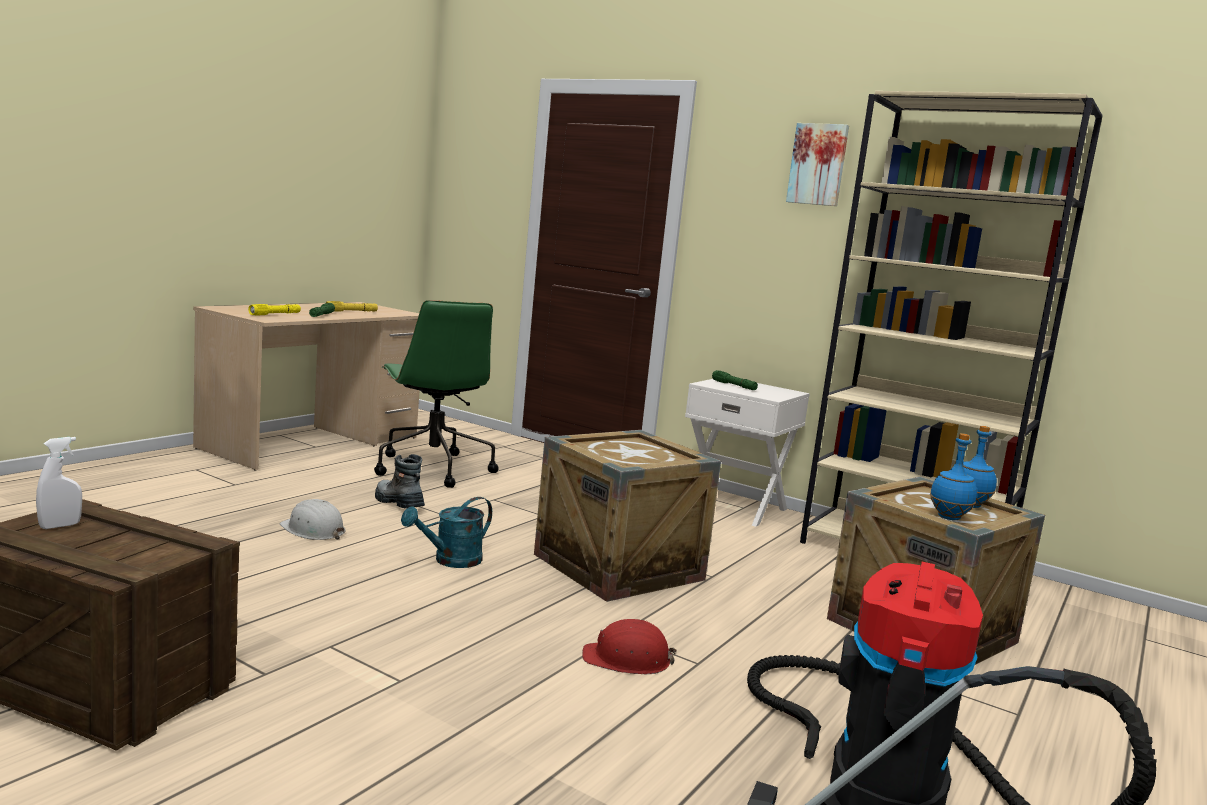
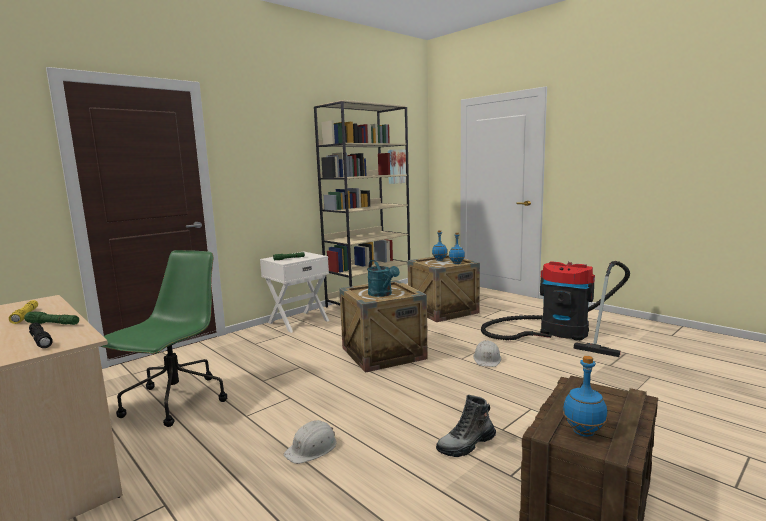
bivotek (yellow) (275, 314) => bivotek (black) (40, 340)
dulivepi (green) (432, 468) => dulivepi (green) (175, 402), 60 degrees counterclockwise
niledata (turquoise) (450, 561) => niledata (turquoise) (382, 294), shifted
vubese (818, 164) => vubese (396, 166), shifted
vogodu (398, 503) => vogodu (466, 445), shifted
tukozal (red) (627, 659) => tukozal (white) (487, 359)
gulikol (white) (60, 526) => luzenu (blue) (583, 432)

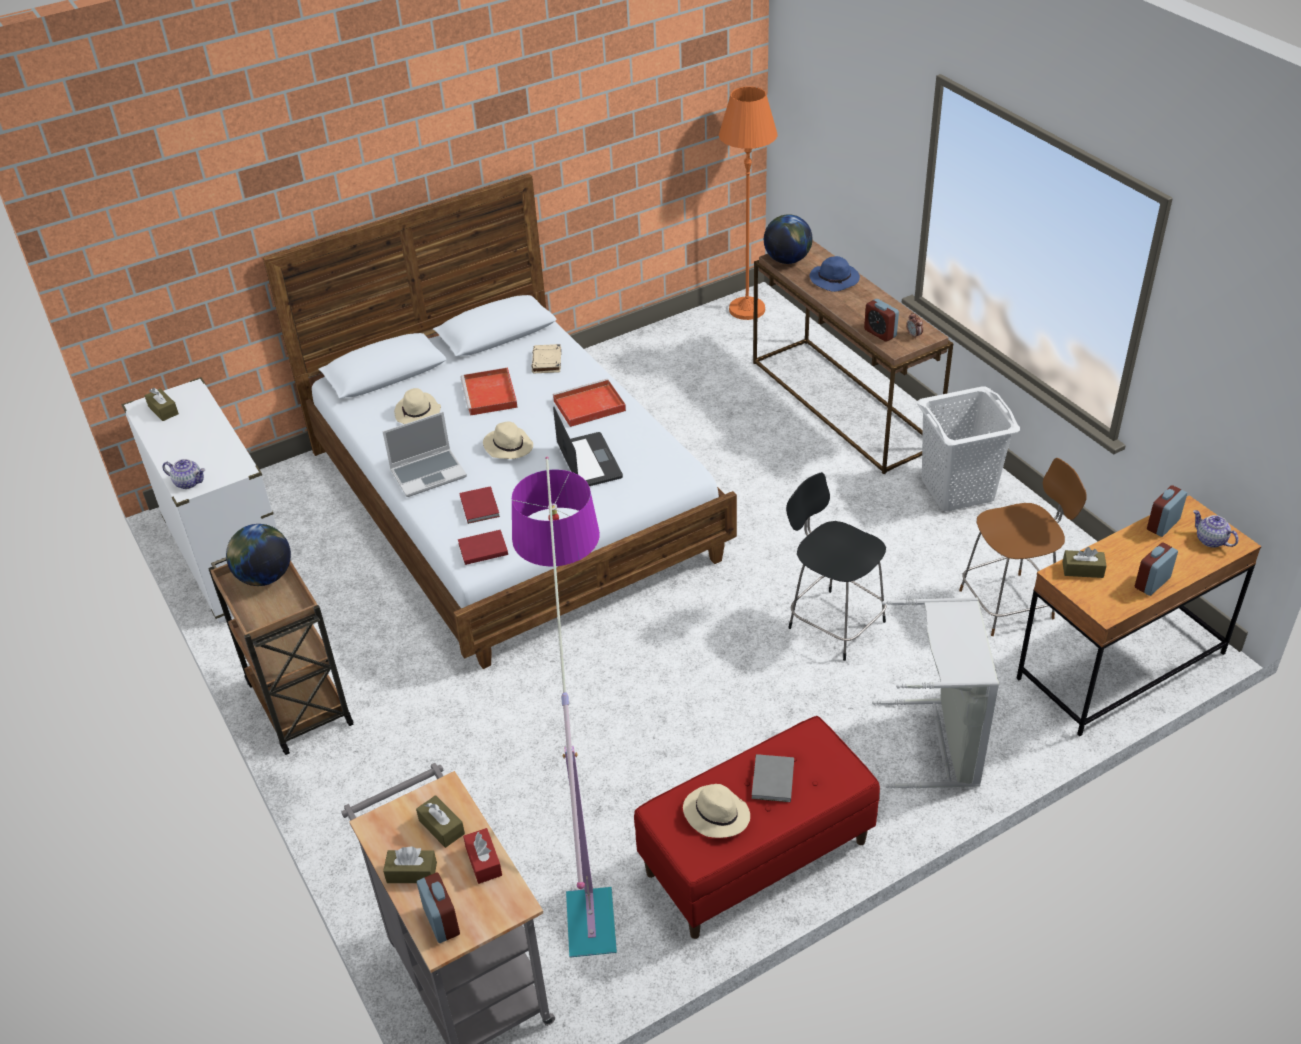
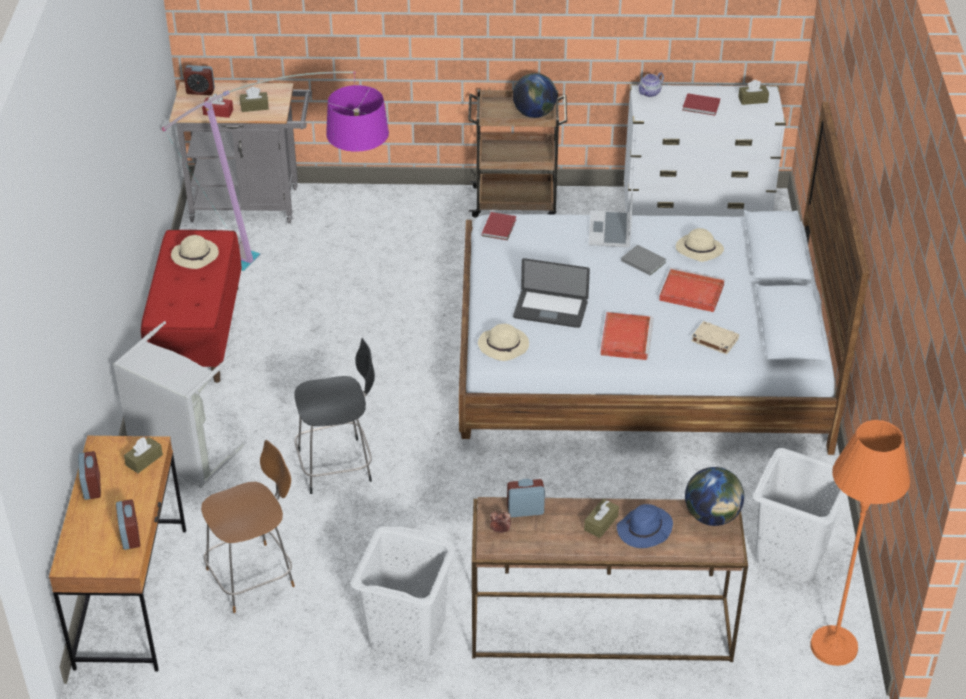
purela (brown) (1009, 603) => purela (brown) (253, 576), 135 degrees counterclockwise
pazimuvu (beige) (508, 446) => pazimuvu (beige) (504, 346), shifted
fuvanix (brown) (411, 872) => fuvanix (brown) (601, 523), shifted
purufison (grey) (772, 781) => purufison (grey) (643, 261), shifted
purufison (red) (480, 506) => purufison (red) (702, 106), shifted
nothing => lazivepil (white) (791, 553)
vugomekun (1210, 540) => nothing

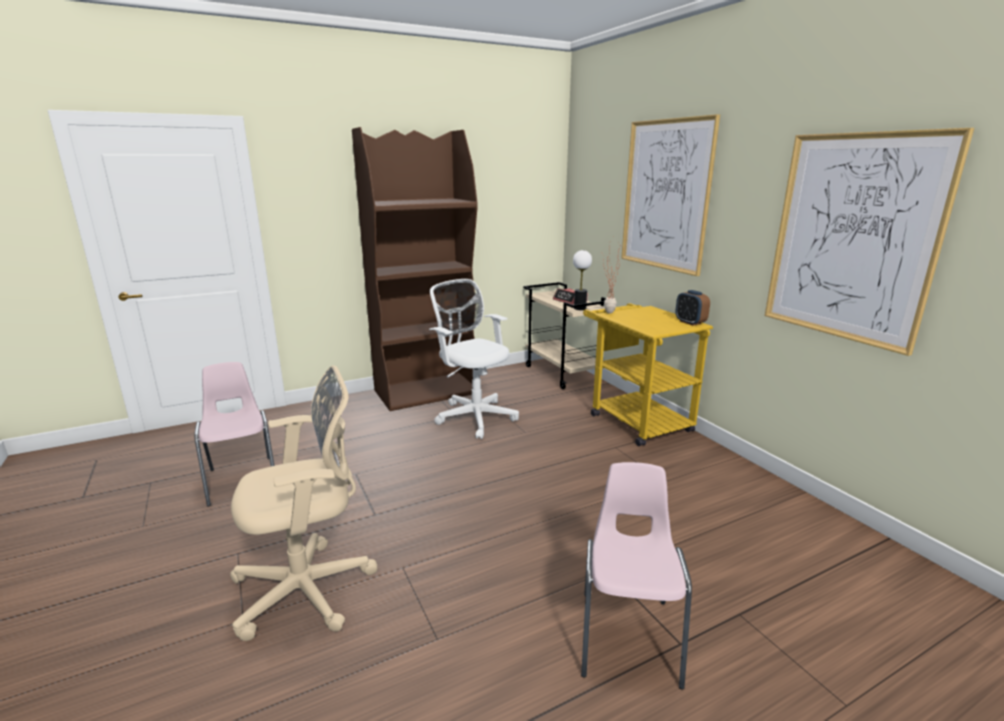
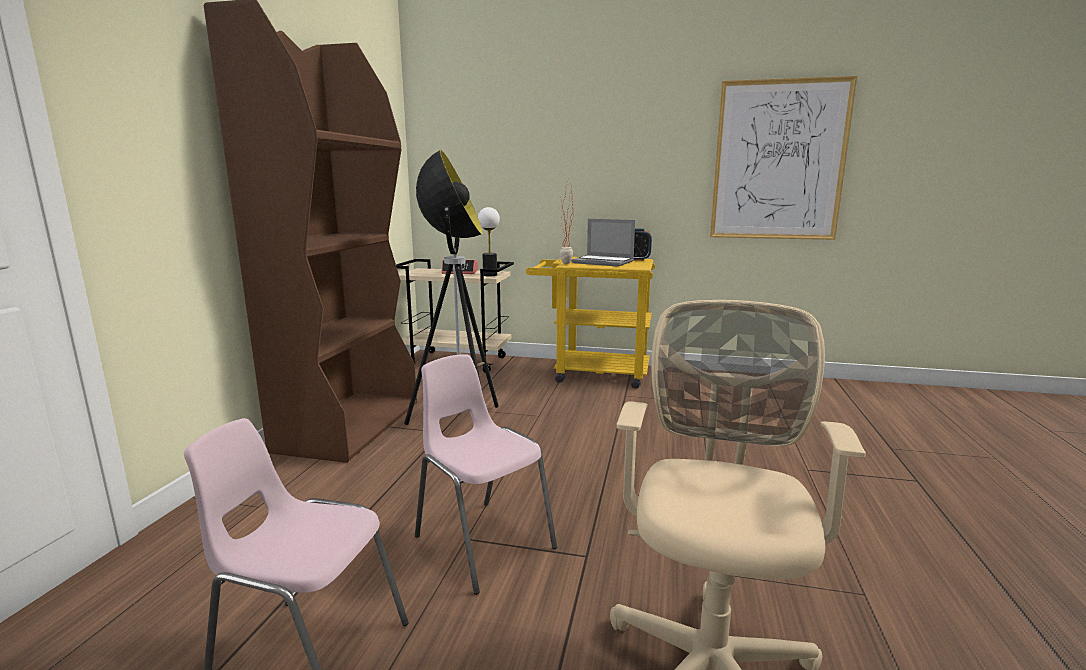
dulivepi (white) (474, 416) => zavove (460, 424)
purela (pink) (628, 636) => purela (pink) (483, 541), shifted
nothing => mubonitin (604, 262)
vubese (666, 195) => nothing

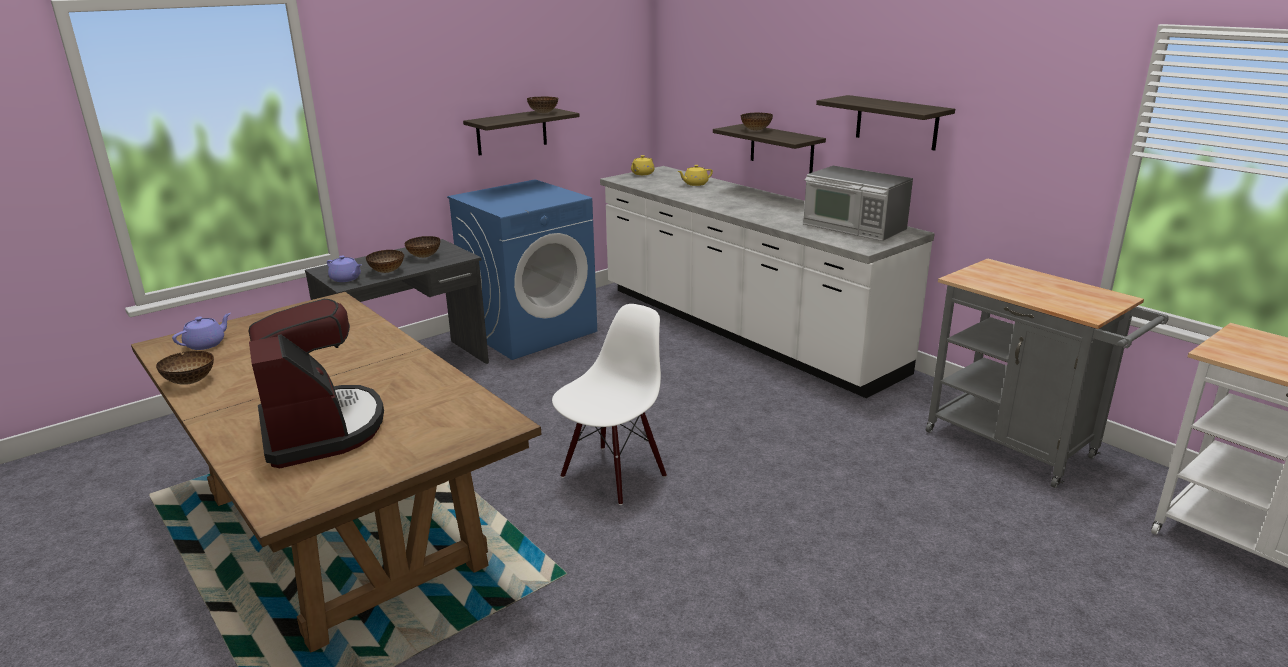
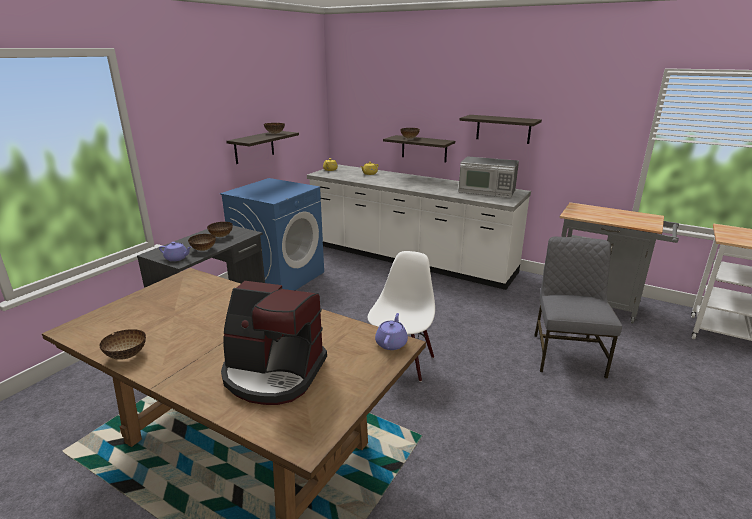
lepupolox (321, 429) => lepupolox (273, 373), 150 degrees clockwise
vugomekun (purple) (206, 344) => vugomekun (purple) (391, 343), shifted
nothing => purela (grey) (566, 354)

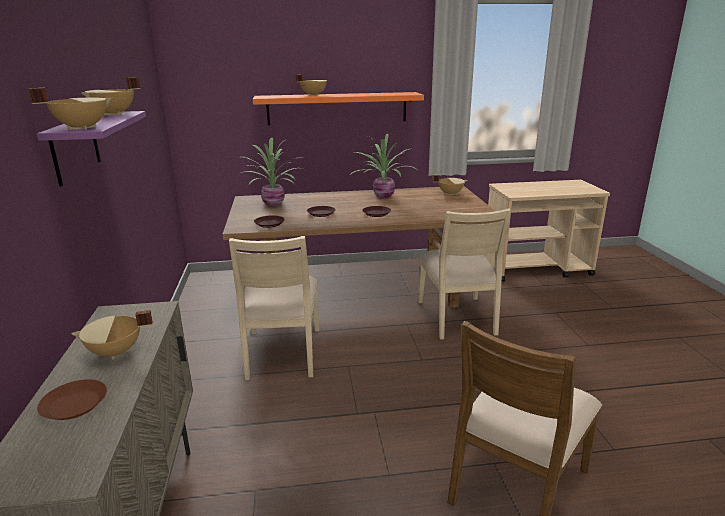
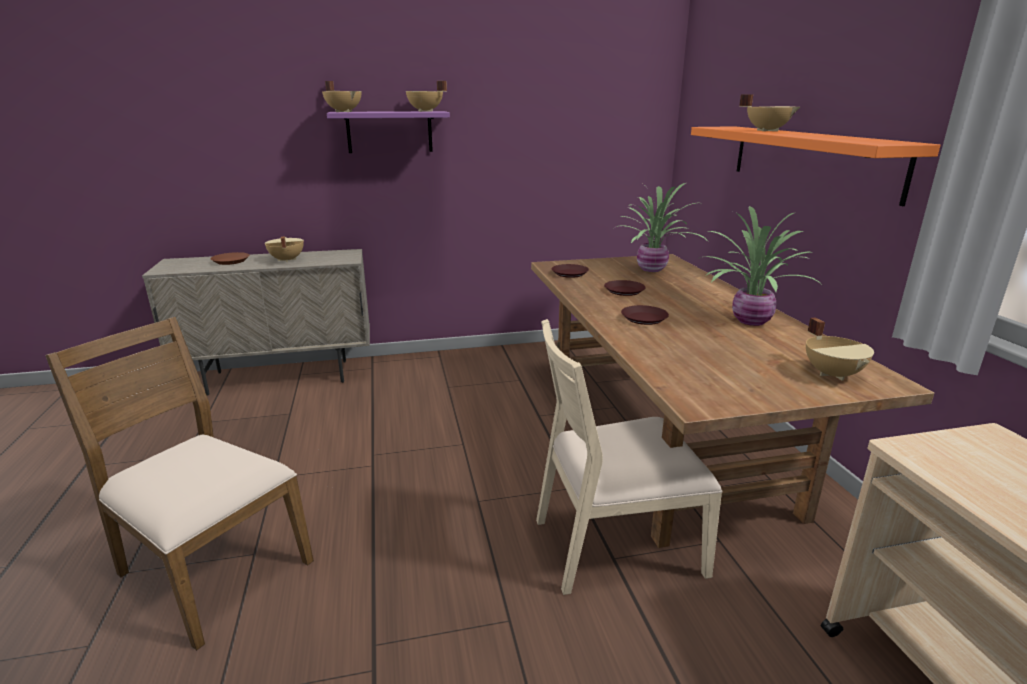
purela (beige) (282, 353) => nothing

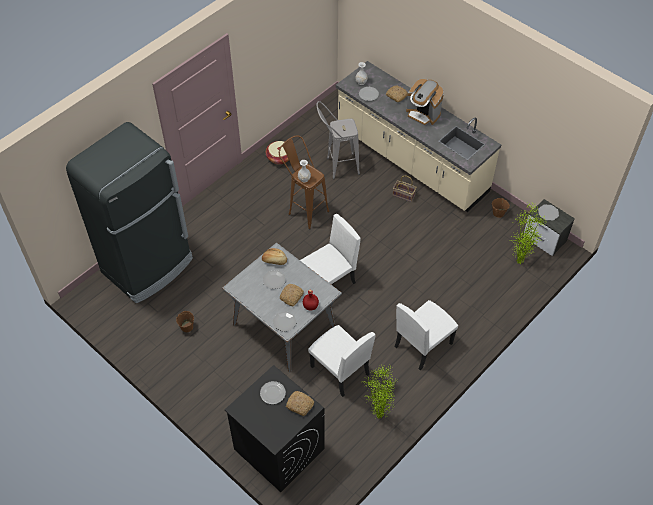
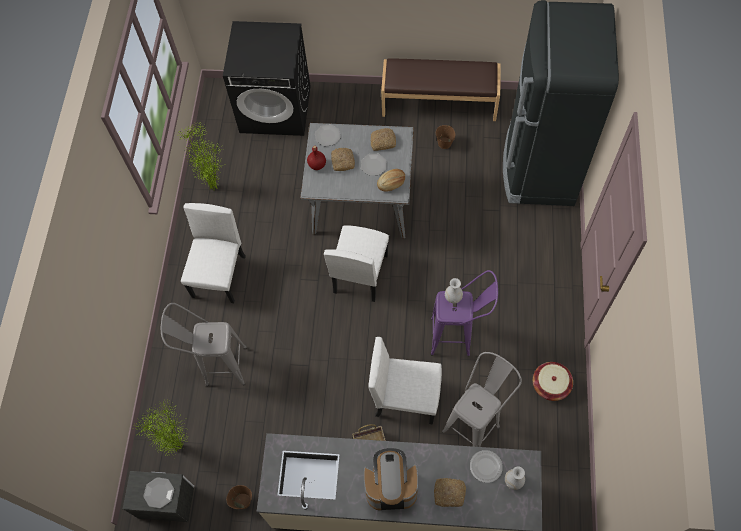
nothing => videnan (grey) (218, 366)
purela (white) (339, 370) => purela (white) (406, 397), shifted
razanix (300, 405) => razanix (382, 142), shifted
nothing => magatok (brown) (439, 102)
videnan (brown) (304, 210) => videnan (purple) (458, 337)
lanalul (272, 393) => nothing

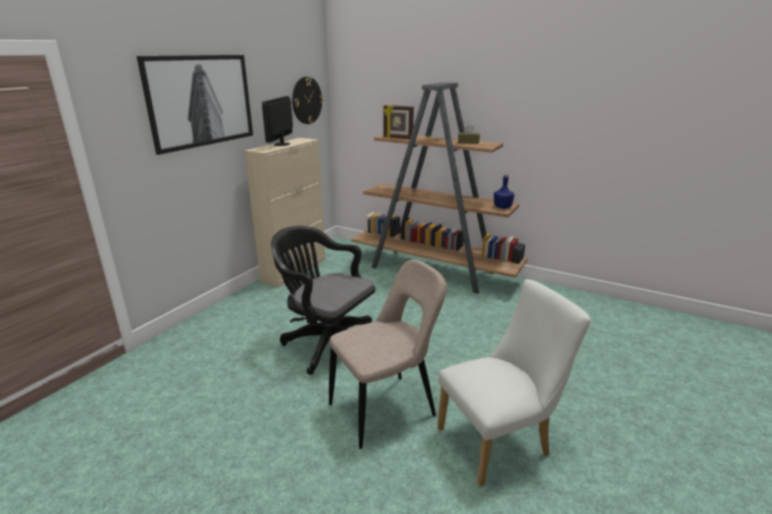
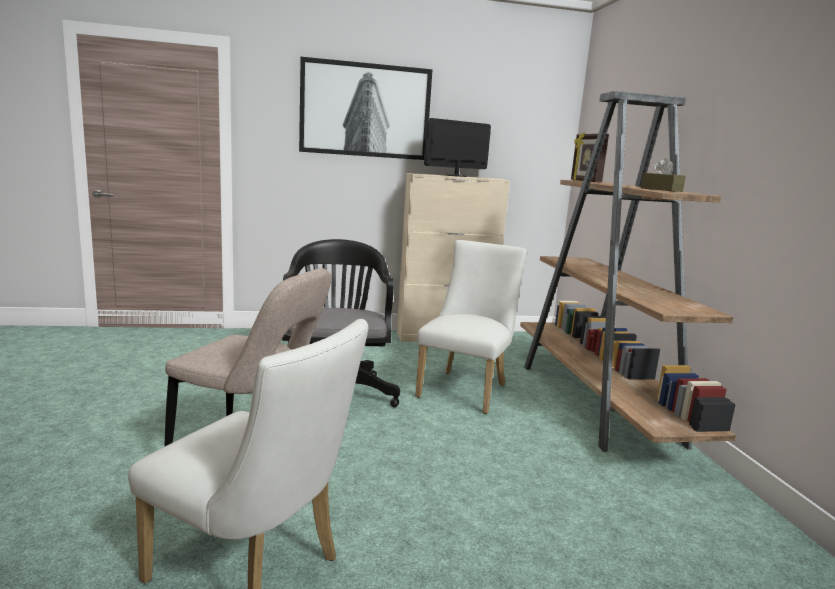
nothing => purela (white) (466, 389)
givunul (306, 100) => nothing
luzenu (blue) (502, 207) => nothing

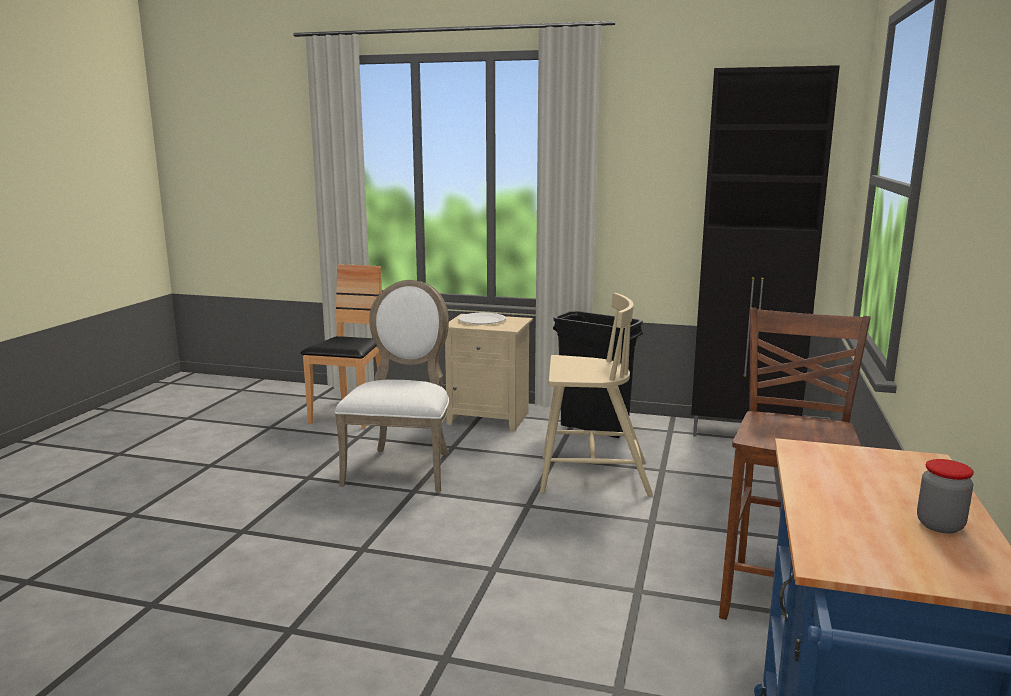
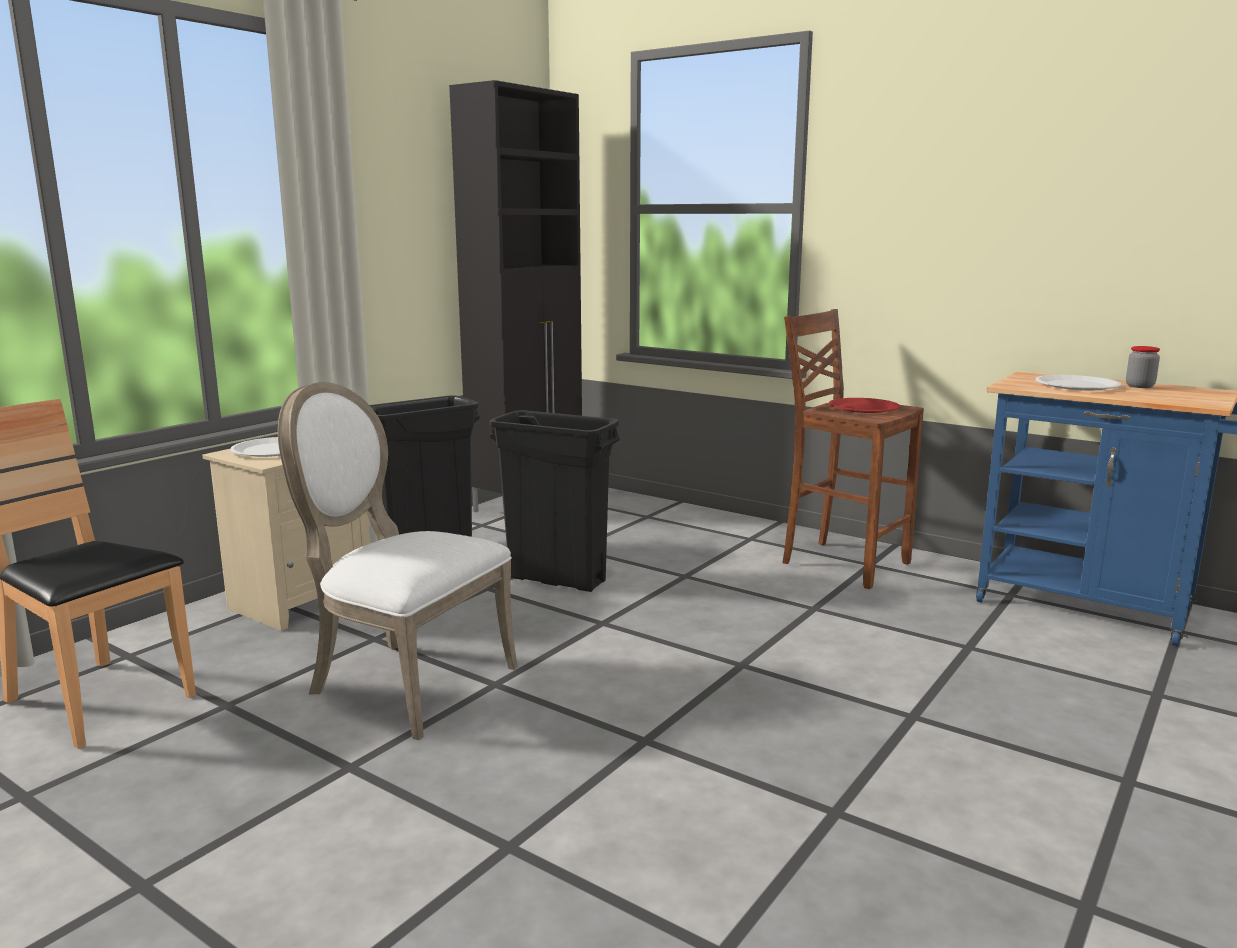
purela (beige) (591, 476) => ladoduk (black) (557, 580)
nothing => lanalul (red) (863, 408)
nothing => lanalul (white) (1077, 385)

